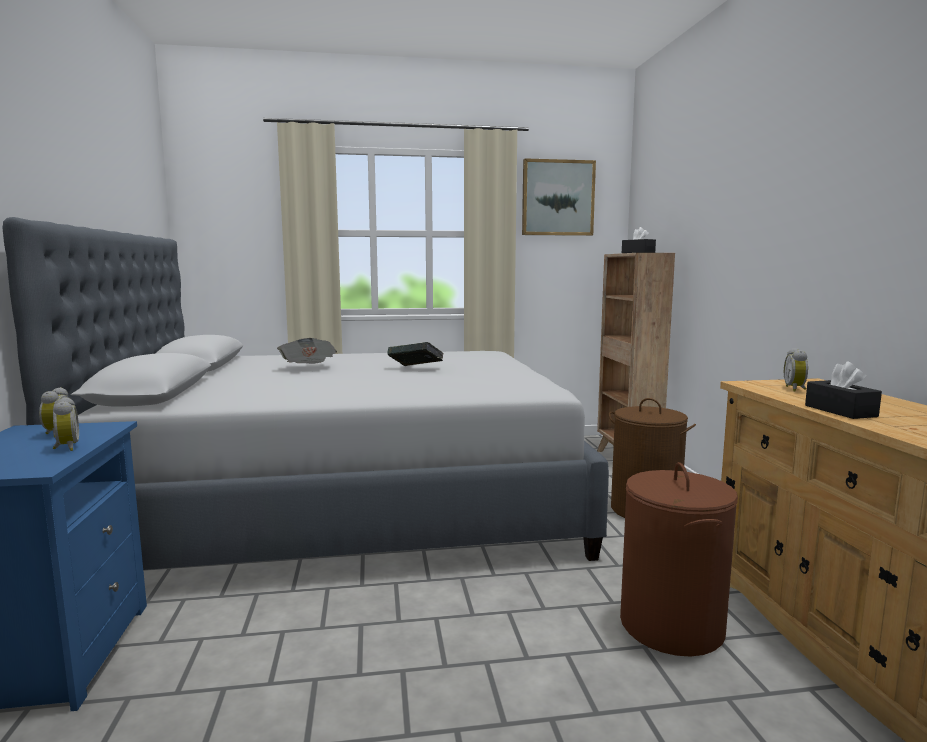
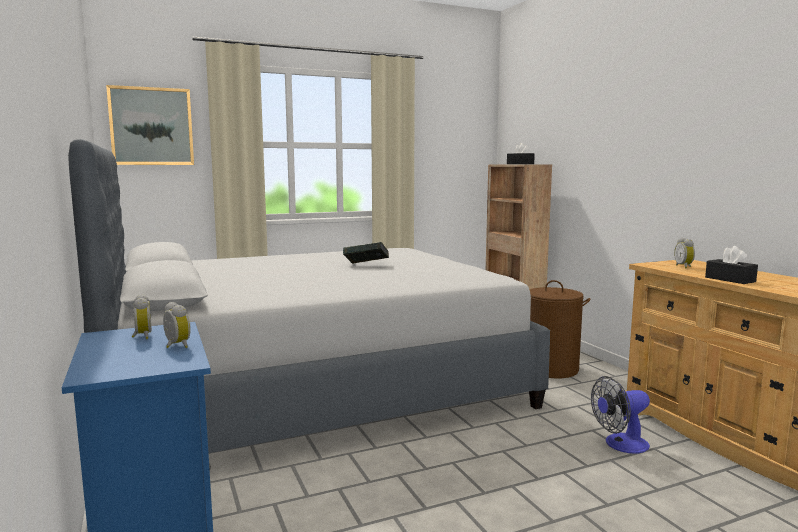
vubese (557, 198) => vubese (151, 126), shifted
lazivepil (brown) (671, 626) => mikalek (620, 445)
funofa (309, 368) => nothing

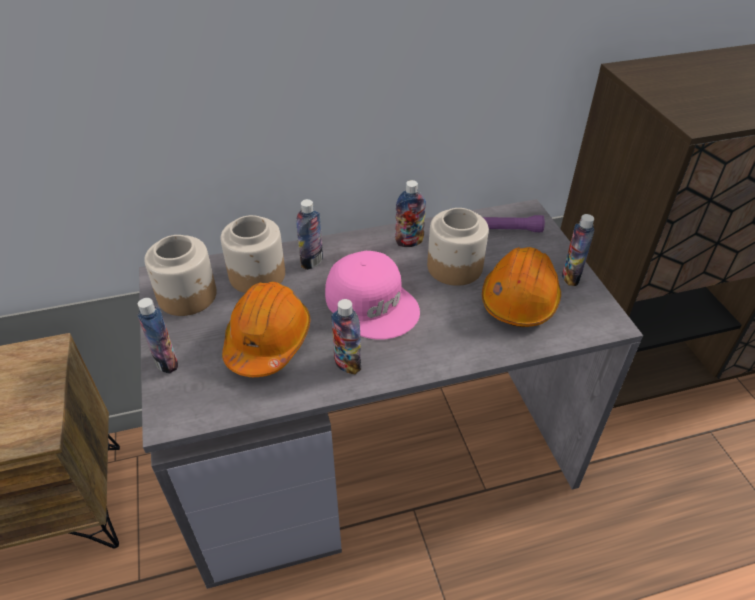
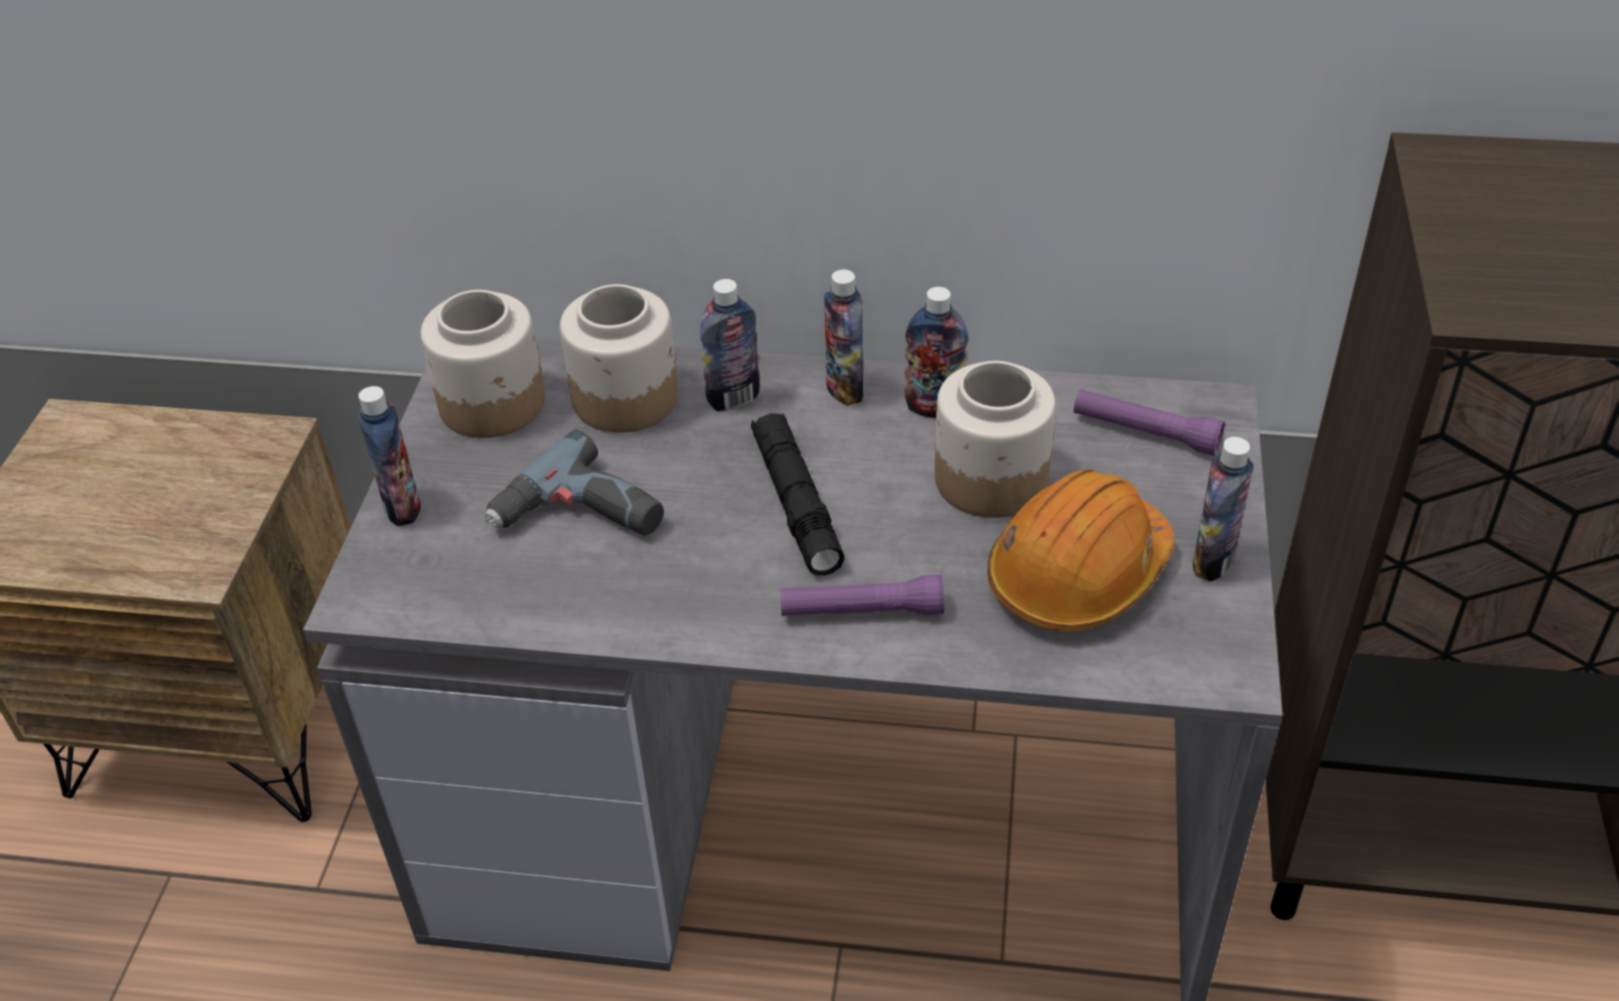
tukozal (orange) (268, 340) => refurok (580, 518)
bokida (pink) (372, 303) => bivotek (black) (796, 503)
nothing => bivotek (purple) (861, 611)
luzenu (347, 364) => luzenu (844, 389), shifted

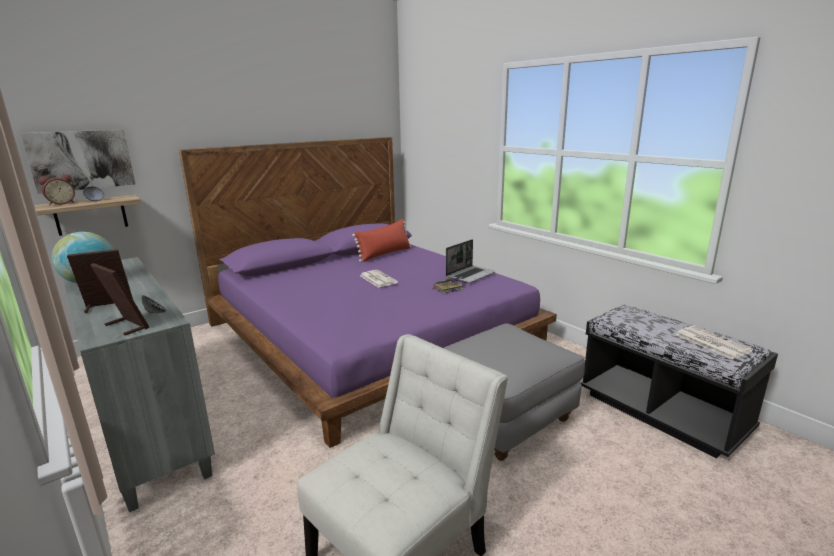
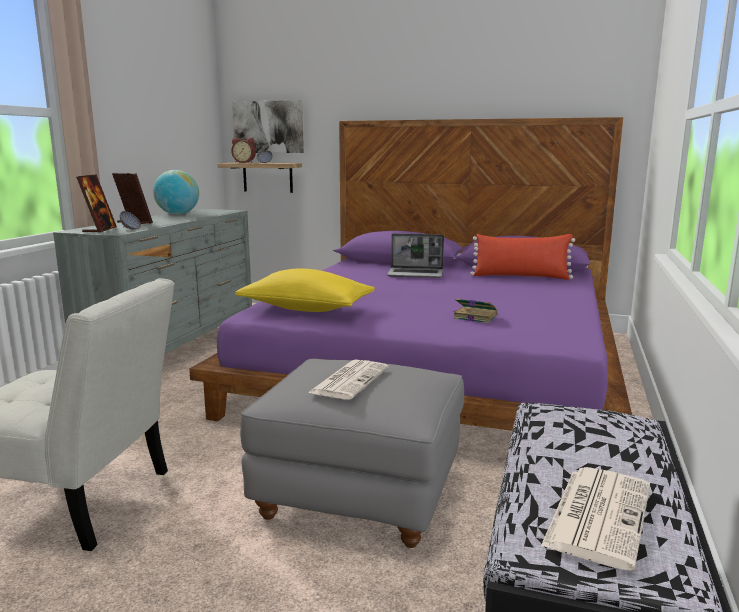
nothing => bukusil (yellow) (306, 309)
funofa (377, 279) => funofa (349, 380), shifted
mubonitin (470, 275) => mubonitin (416, 274), shifted

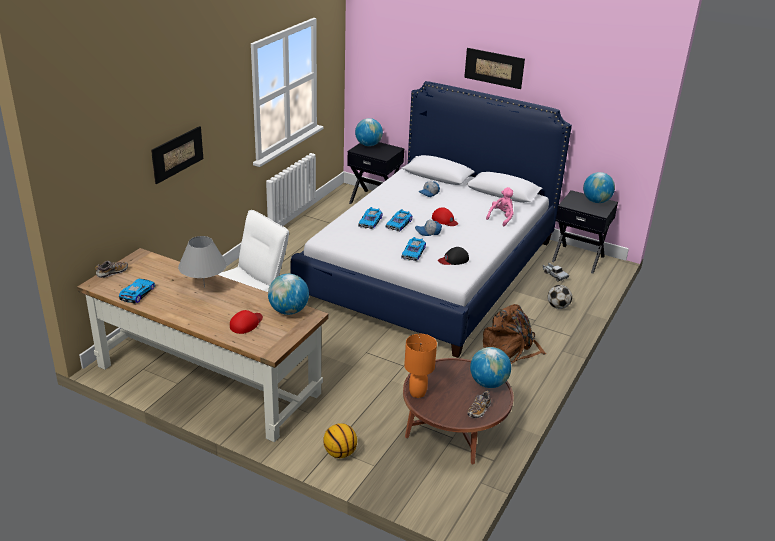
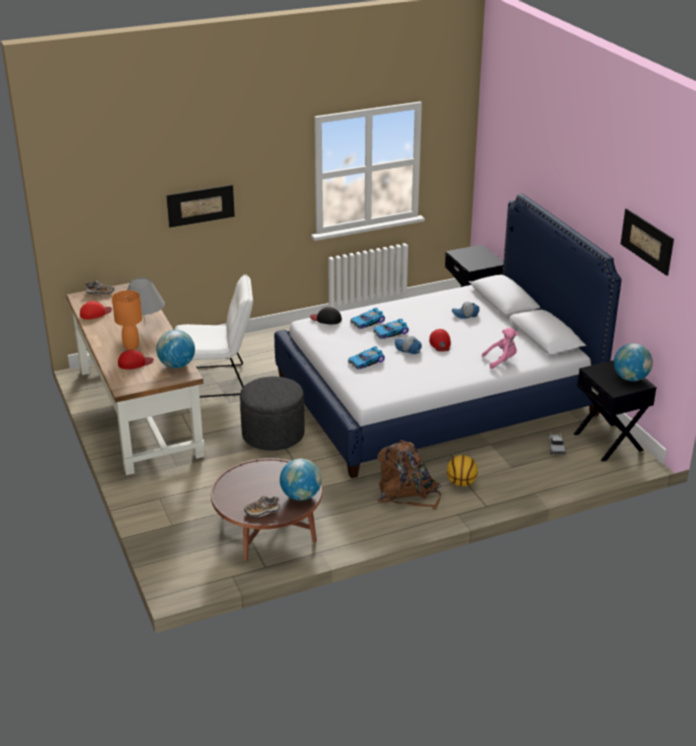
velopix (137, 293) => bokida (red) (95, 313)
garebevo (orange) (417, 393) => garebevo (orange) (131, 346), shifted
nothing => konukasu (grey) (273, 434)
bokida (black) (453, 259) => bokida (black) (326, 319), shifted
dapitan (340, 453) => dapitan (461, 483), shifted
vubese (494, 68) => vubese (647, 241), shifted
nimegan (368, 145) => nothing
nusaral (558, 306) => nothing

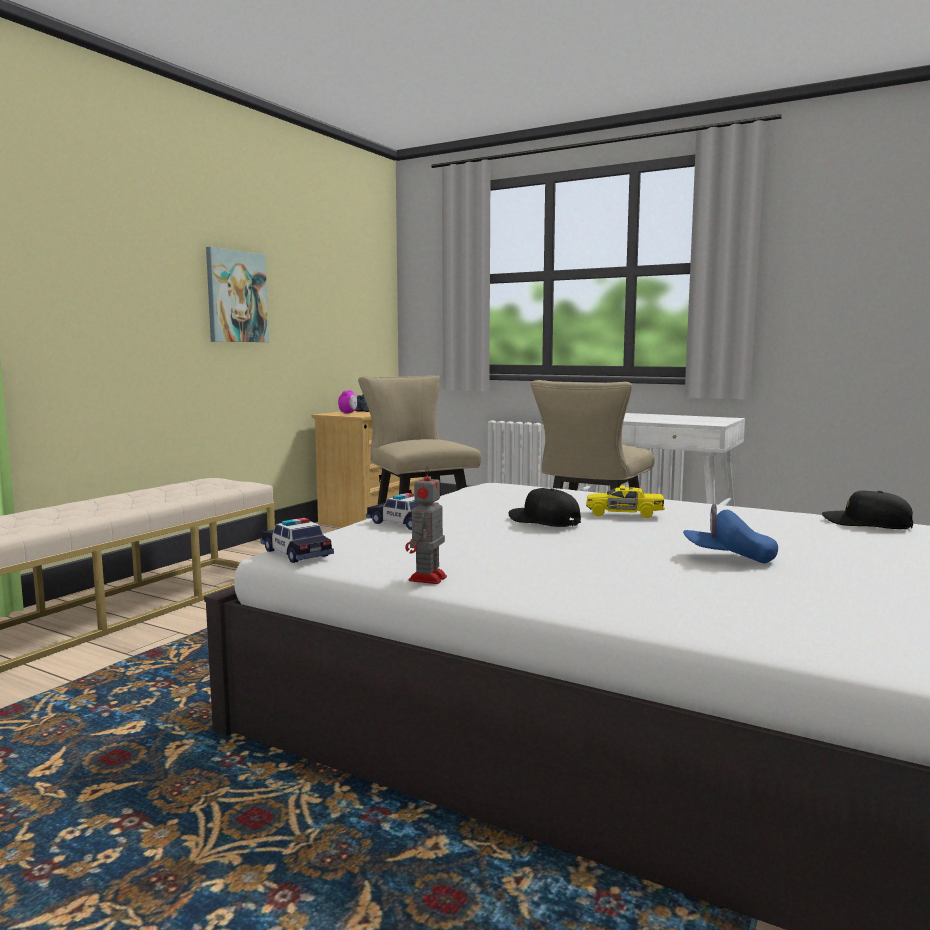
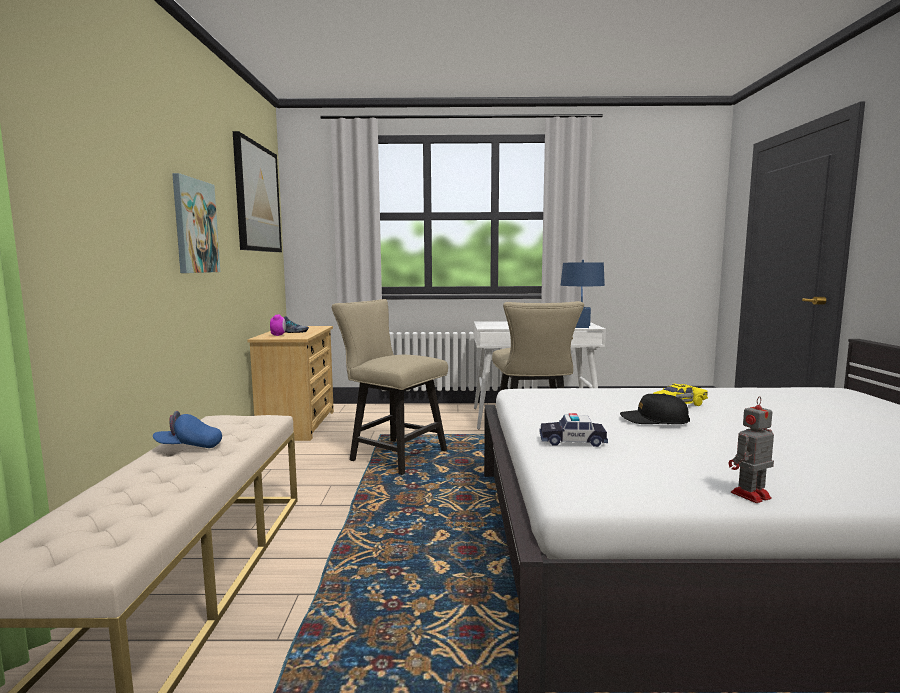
bokida (blue) (728, 558) => bokida (blue) (189, 447), shifted
nothing => vubese (257, 198)
nothing => garebevo (blue) (581, 327)
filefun (427, 579) => filefun (749, 495), 75 degrees clockwise
velopix (296, 553) => nothing
bokida (black) (866, 523) => nothing

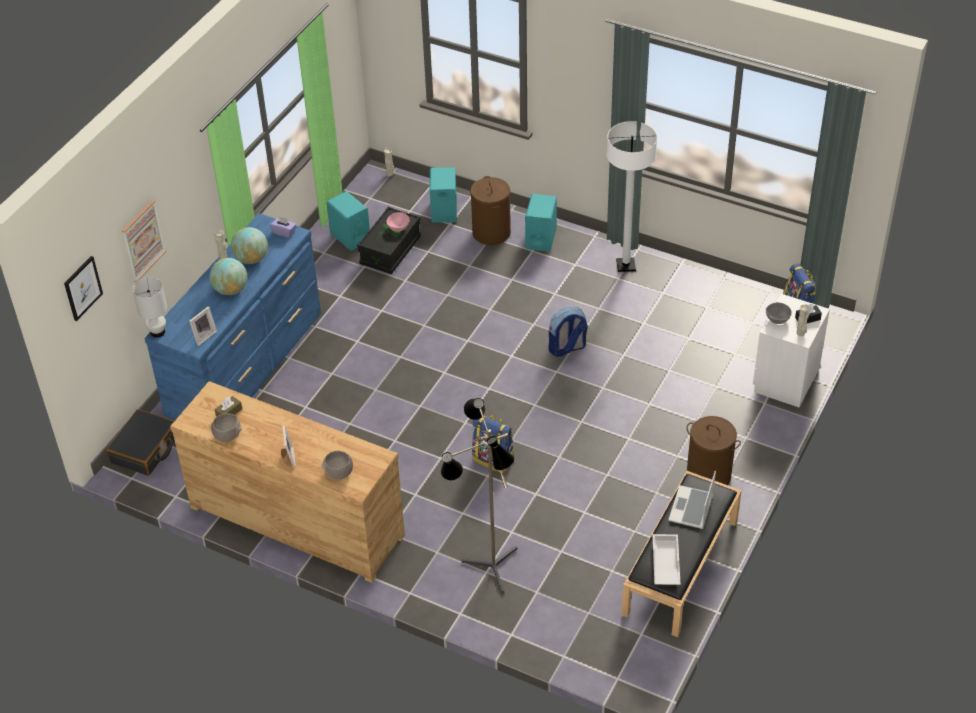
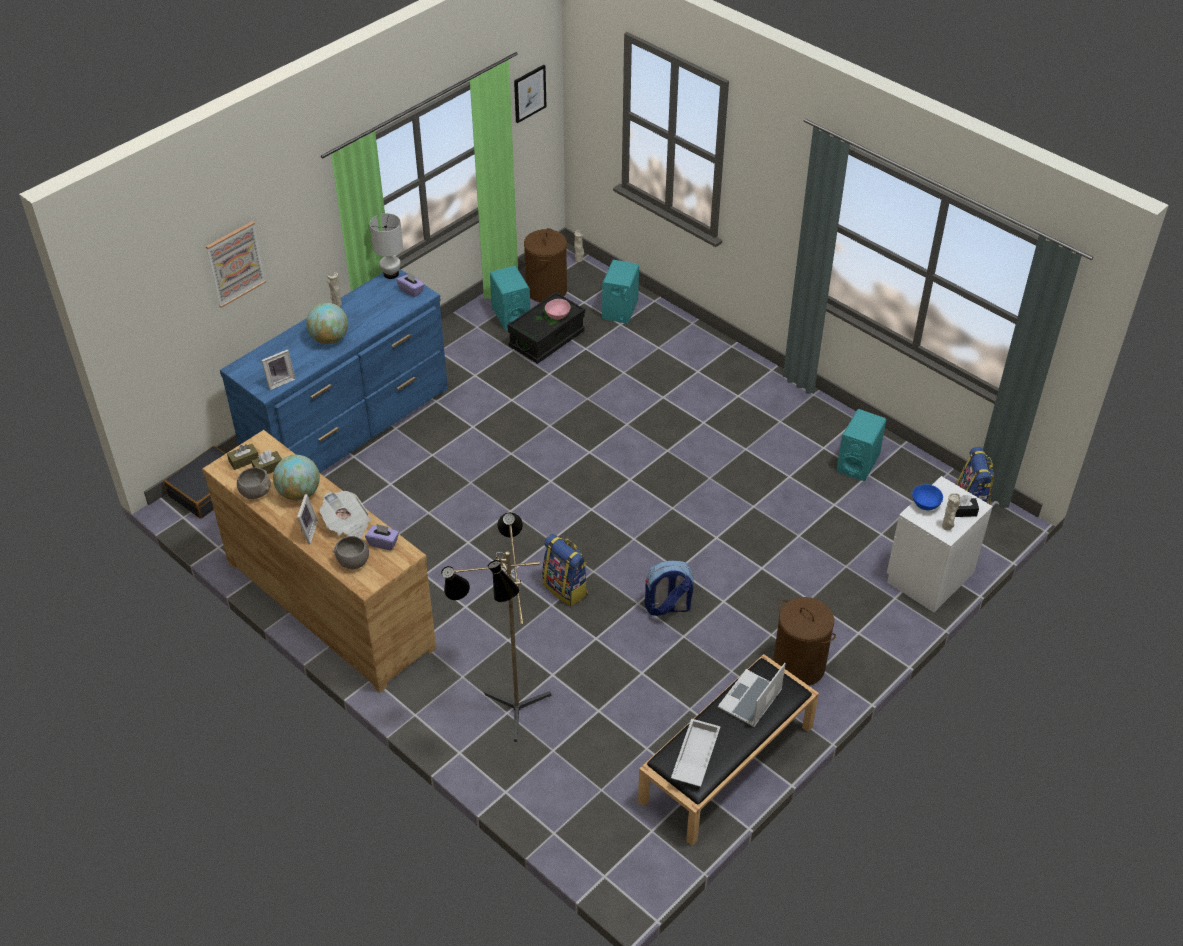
nothing => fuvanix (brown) (244, 461)
nimegan (251, 259) => nimegan (299, 493), shifted
nothing => funofa (347, 524)
nothing => fuvanix (purple) (383, 543)
garebevo (white) (157, 332) => garebevo (white) (390, 274), shifted
vubese (82, 288) => vubese (529, 93), shifted
lazivepil (brown) (491, 233) => lazivepil (brown) (546, 290), shifted
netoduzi (567, 348) => netoduzi (667, 607), shifted
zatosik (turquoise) (541, 238) => zatosik (turquoise) (858, 463), shifted
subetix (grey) (777, 320) => subetix (blue) (925, 505)
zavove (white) (625, 265) => nothing

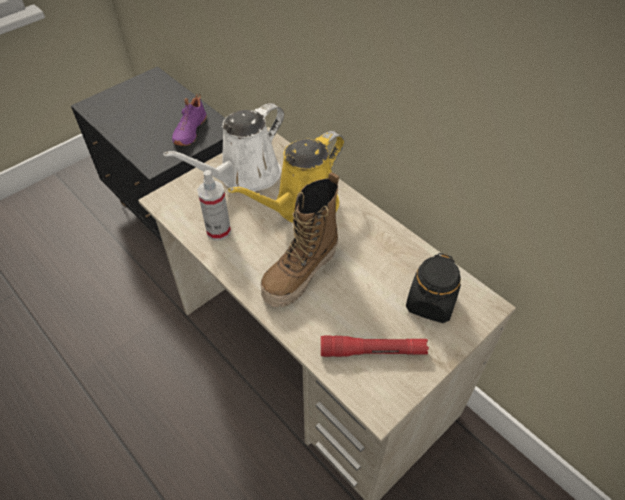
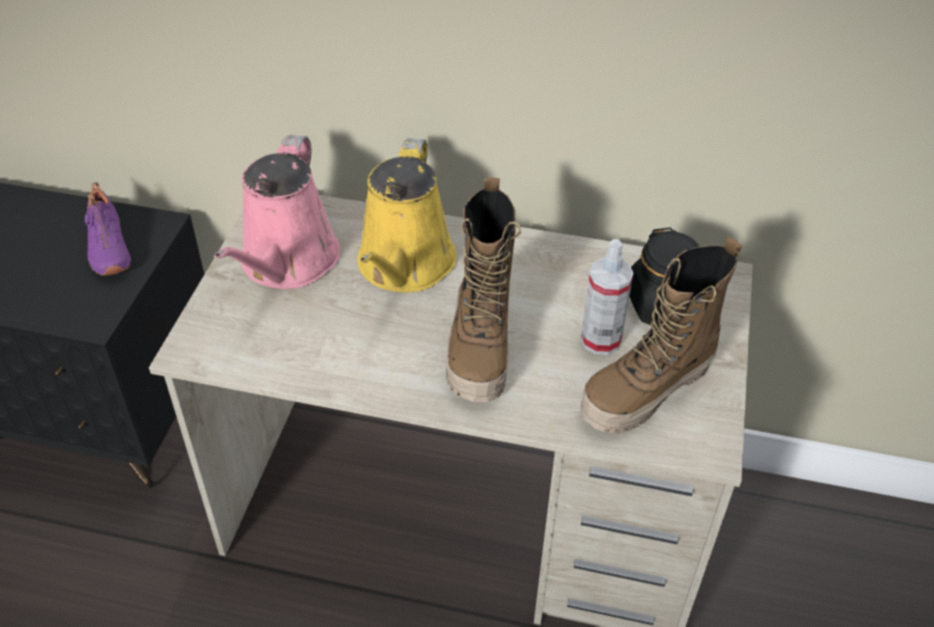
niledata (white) (245, 176) => niledata (pink) (287, 263)
bivotek (red) (373, 351) => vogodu (647, 391)
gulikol (218, 231) => gulikol (600, 340), shifted

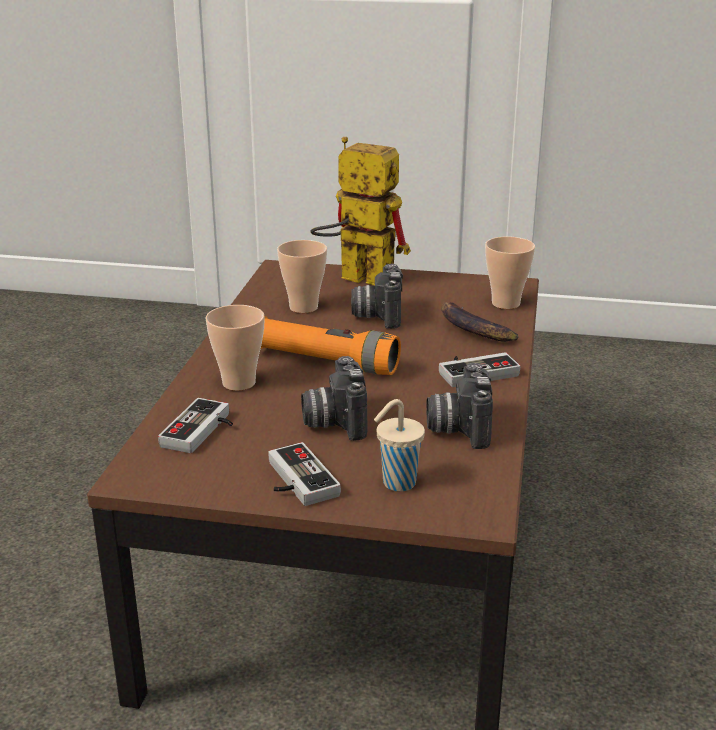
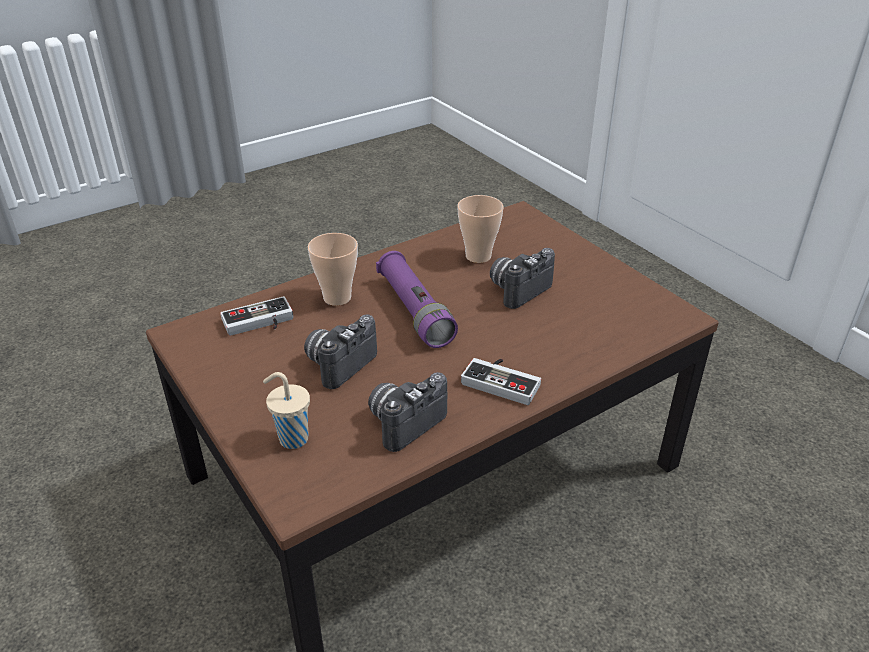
bivotek (orange) (325, 362) => bivotek (purple) (415, 311)
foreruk (295, 481) => nothing
filefun (355, 278) => nothing
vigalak (473, 329) => nothing
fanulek (505, 303) => nothing

